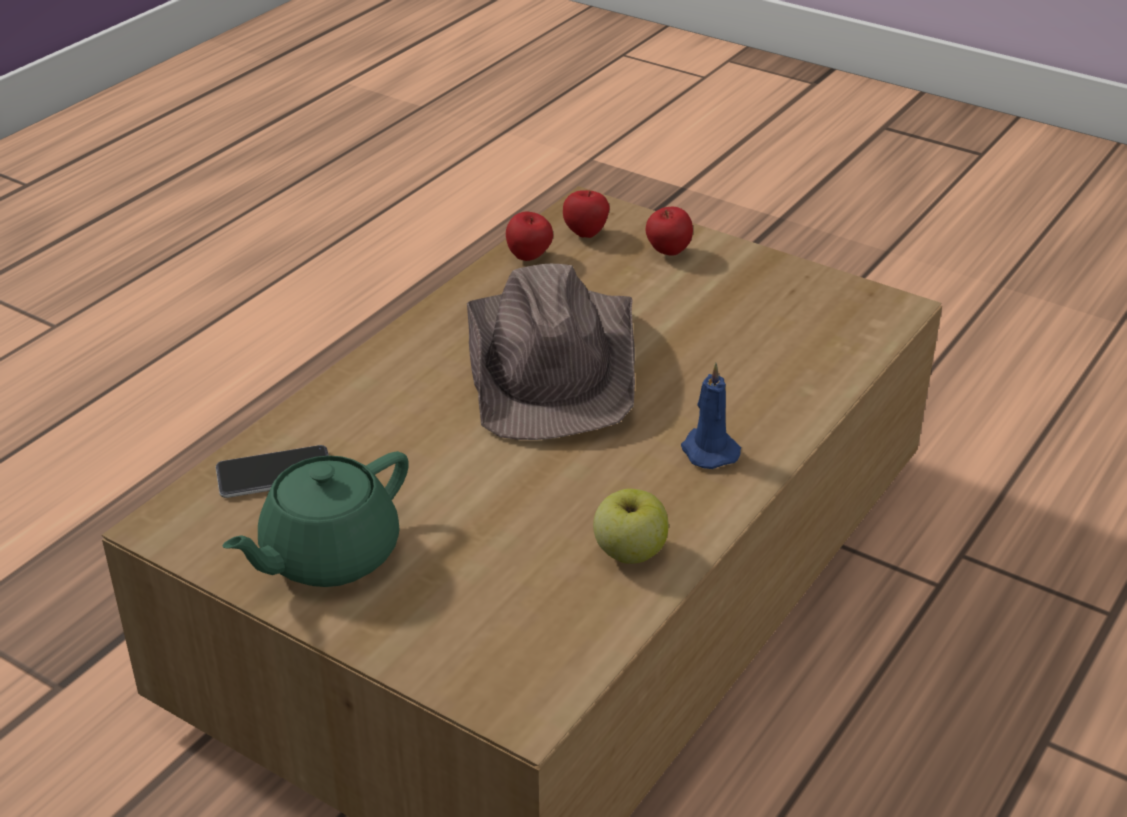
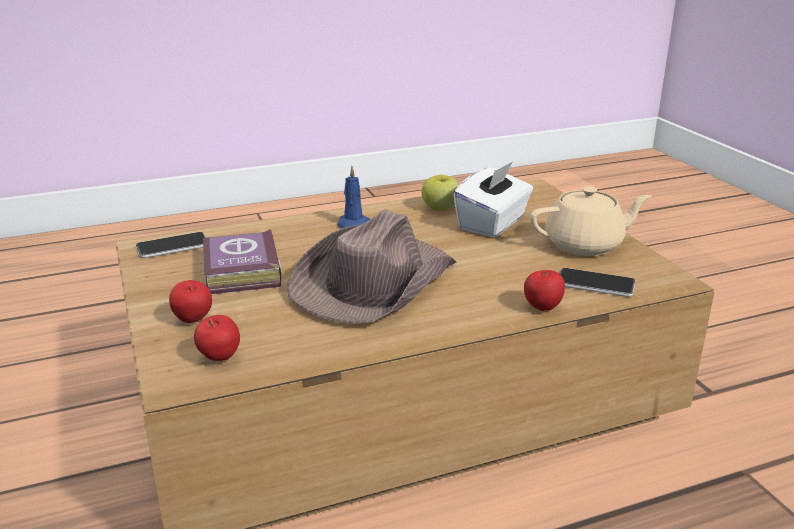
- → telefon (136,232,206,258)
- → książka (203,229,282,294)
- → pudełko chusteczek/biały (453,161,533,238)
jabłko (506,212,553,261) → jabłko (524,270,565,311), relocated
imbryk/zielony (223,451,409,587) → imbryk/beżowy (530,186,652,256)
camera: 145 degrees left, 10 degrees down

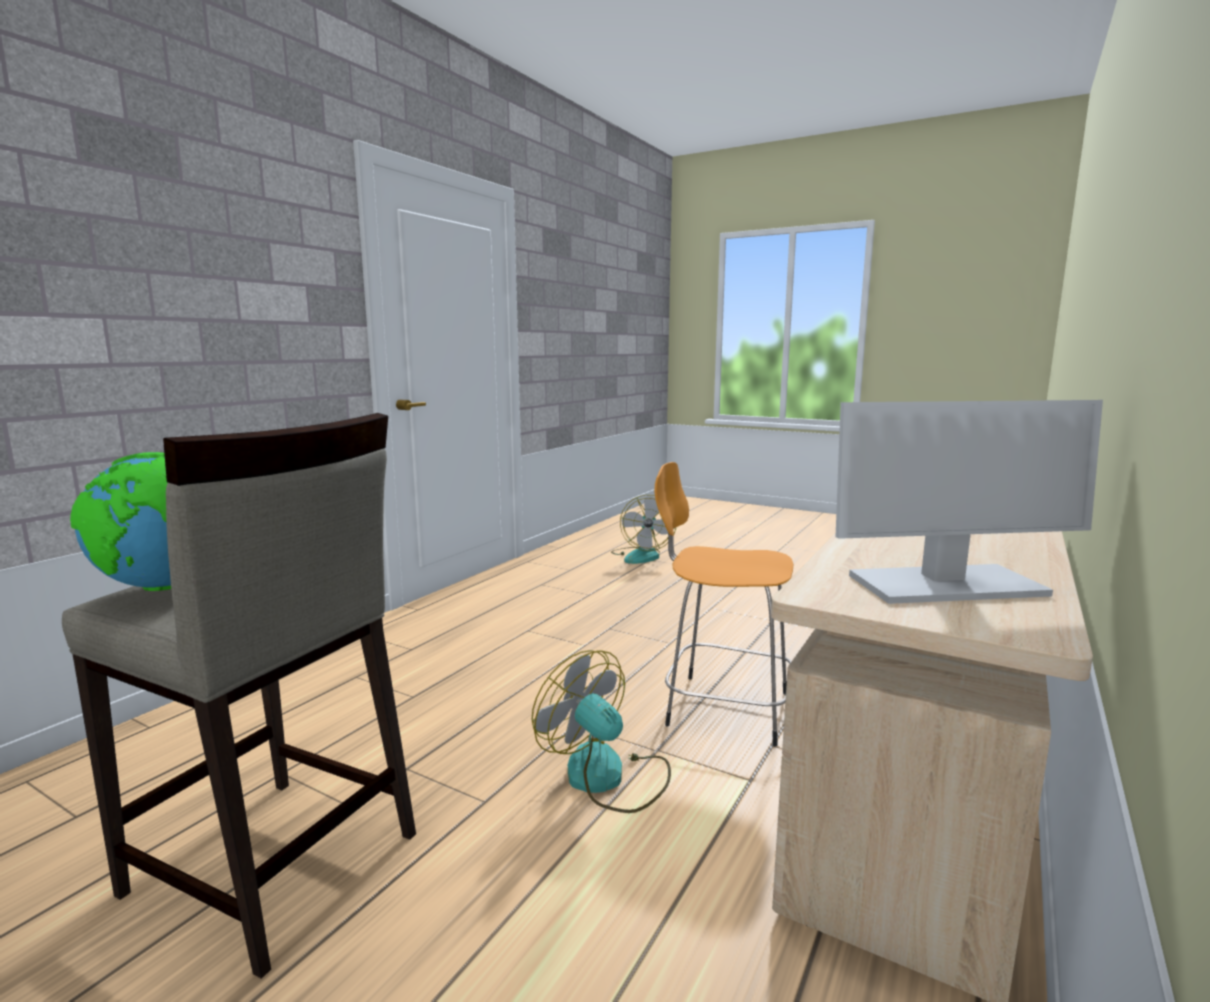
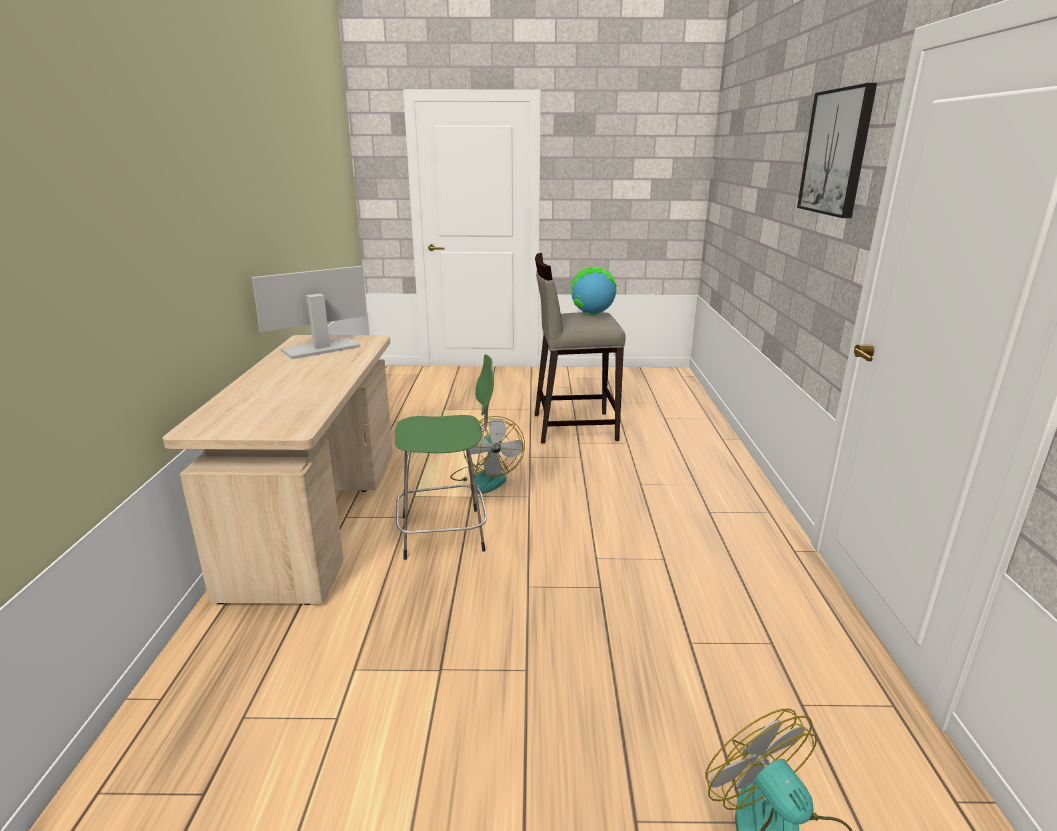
stołek/pomarańczowy (655,462,793,746) → stołek/zielony (395,354,494,560)
wentylator (531,650,671,813) → wentylator (450,416,525,494), 60 degrees clockwise
- → obraz (797,83,877,218)
camera: 150 degrees right, 10 degrees up

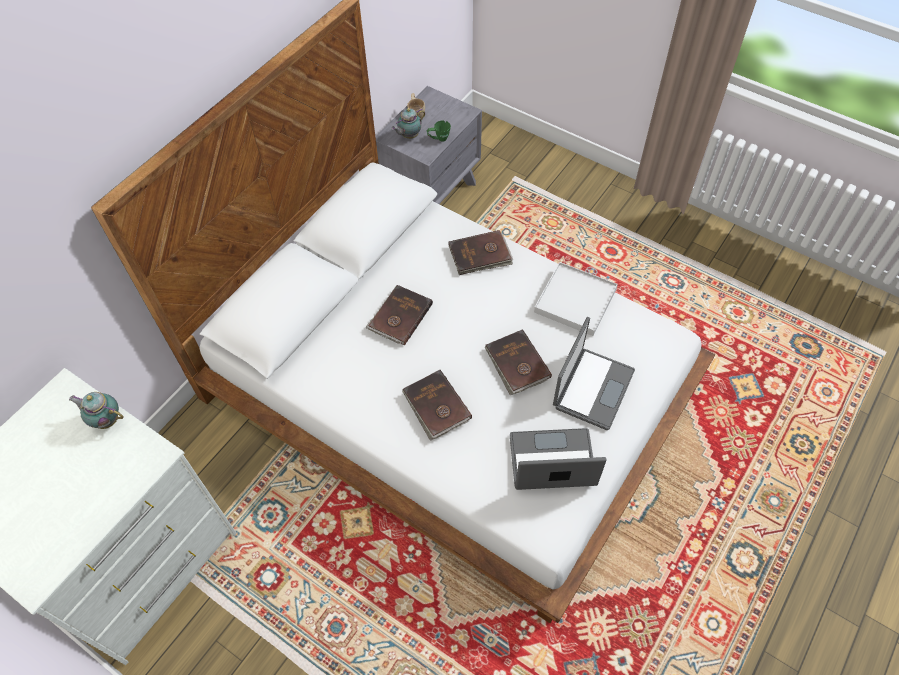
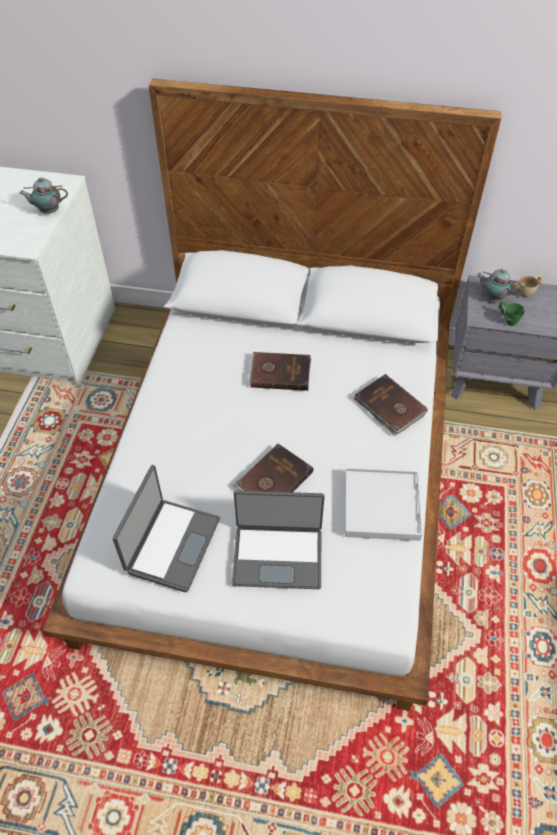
imbryk (69,392,124,429) → imbryk (19,177,68,214), 90 degrees counterclockwise
laptop (510,428,607,490) → laptop (113,465,220,592), 45 degrees clockwise
książka/brązowy (402,370,472,441) → -
camera: 65 degrees right, 5 degrees down

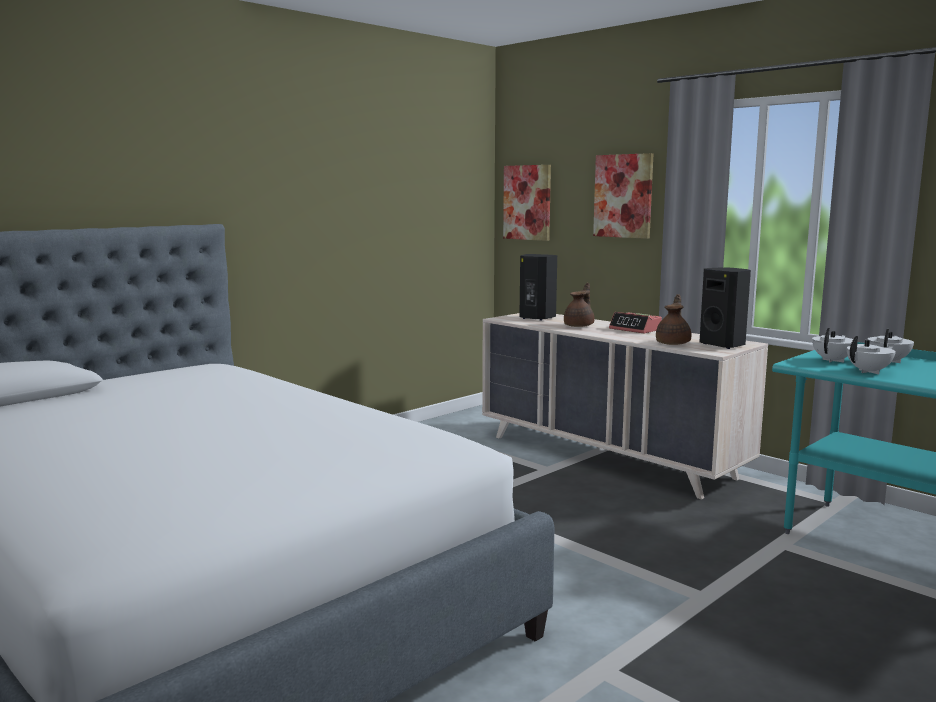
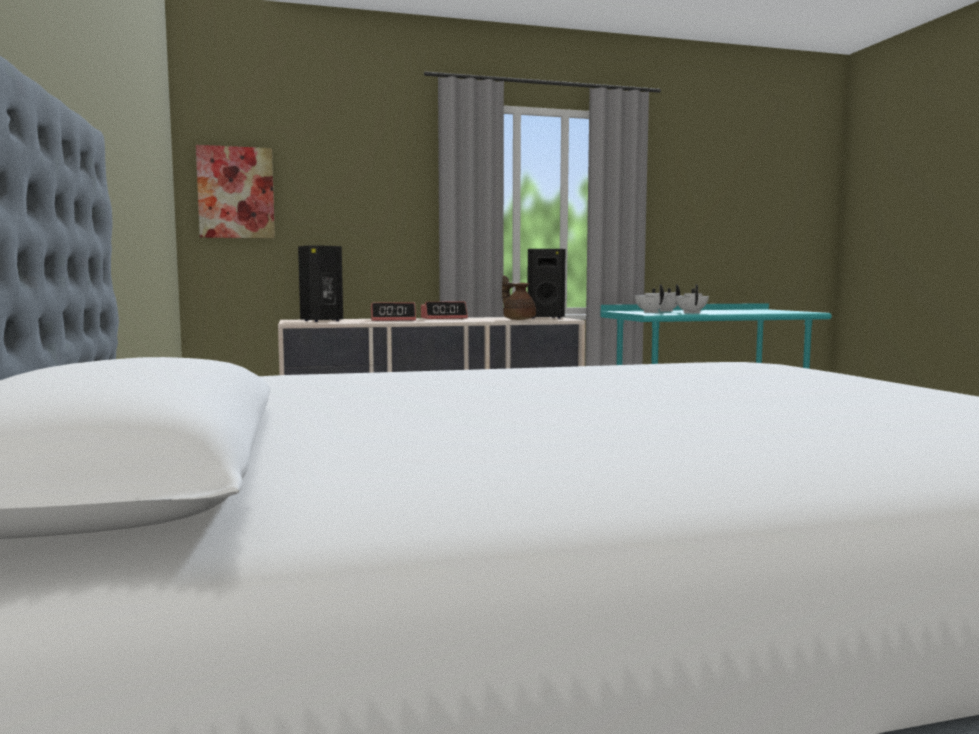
imbryk/brązowy (564,283,594,327) → budzik (371,302,416,321)
obraz (593,153,653,239) → -
camera: 60 degrees left, 5 degrees down

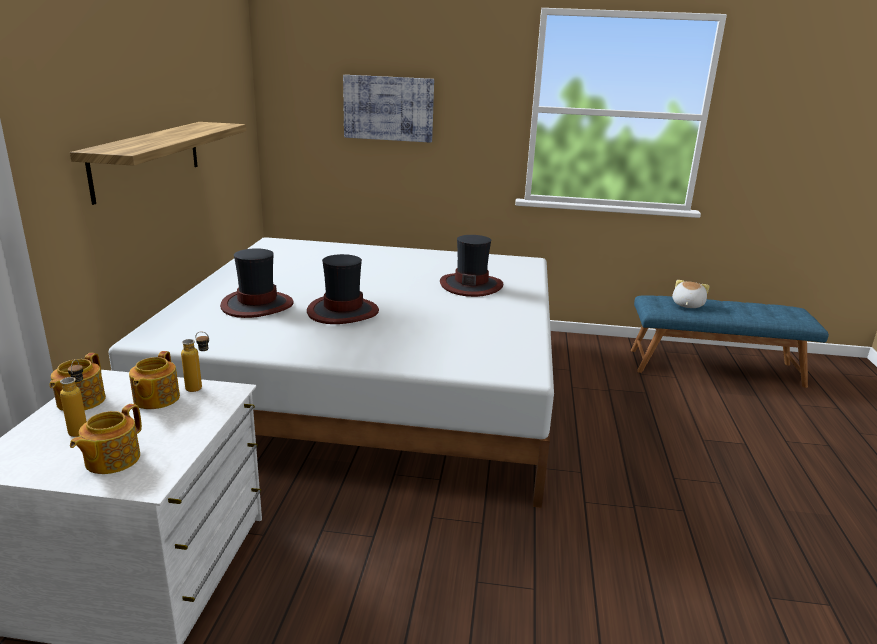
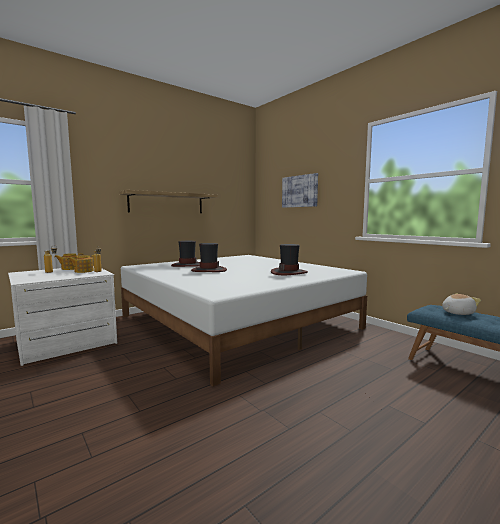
imbryk (70,404,142,474) → -
camera: 45 degrees right, 15 degrees down

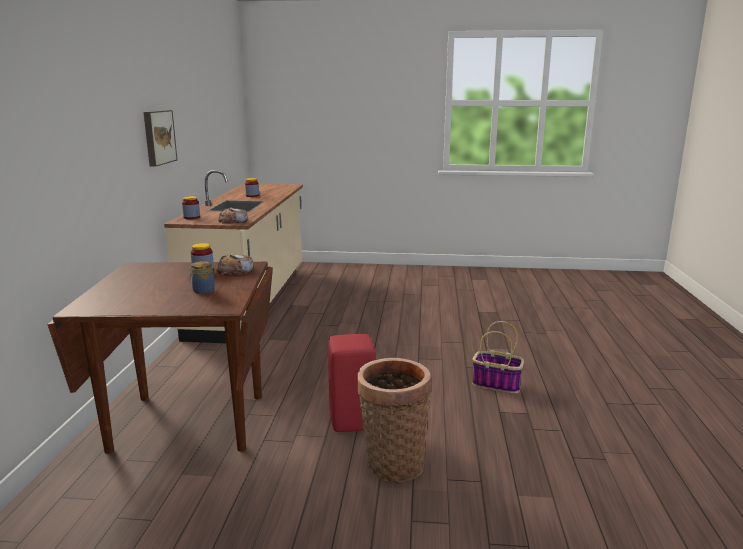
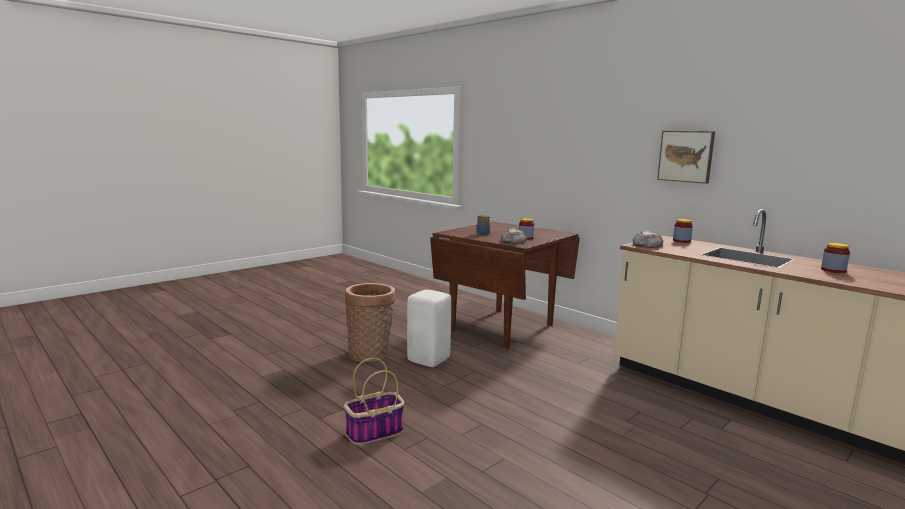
stołek/czerwony (328,334,376,432) → stołek/biały (407,290,451,367)
camera: 130 degrees right, 5 degrees down

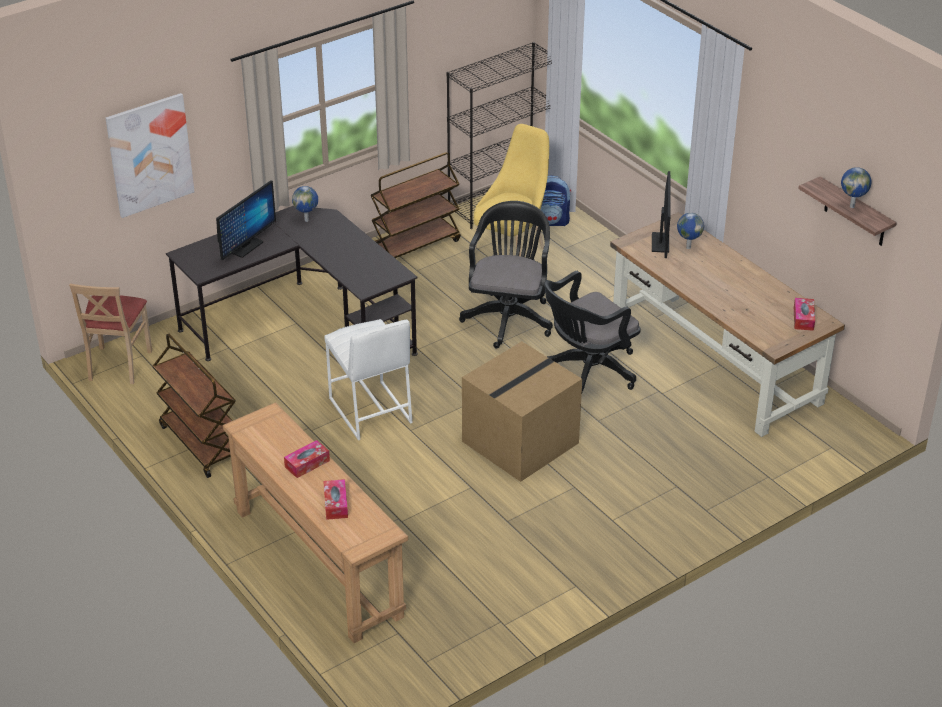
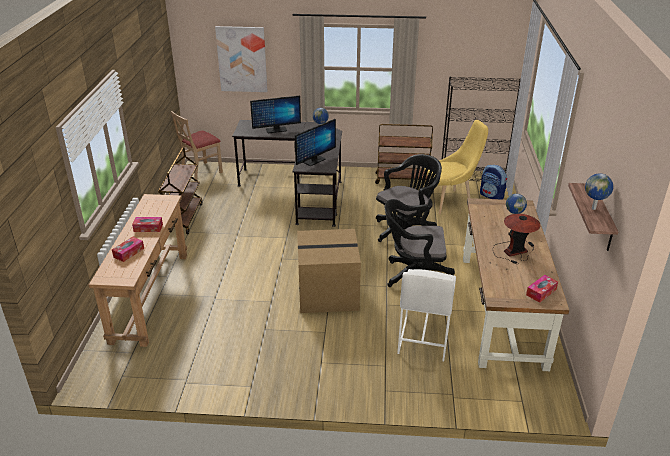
monitor (652,171,671,258) → monitor (295,119,336,166), relocated
stołek/biały (324,319,413,440) → stołek/biały (397,269,456,361), relocated
- → lampa stołowa (493,214,541,265)
camera: 40 degrees right, 5 degrees down

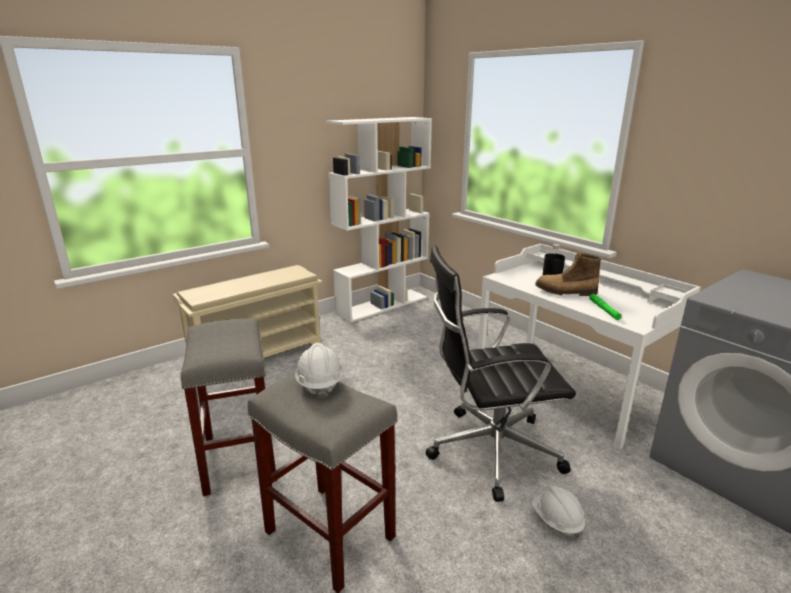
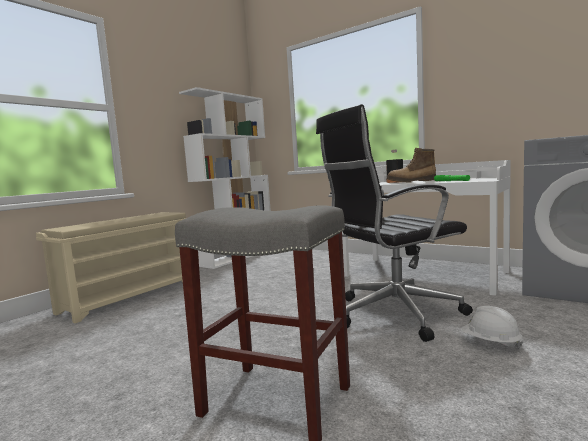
stołek/szary (181,319,277,496) → -
kask/biały (295,343,343,399) → -
camera: 15 degrees left, 15 degrees down

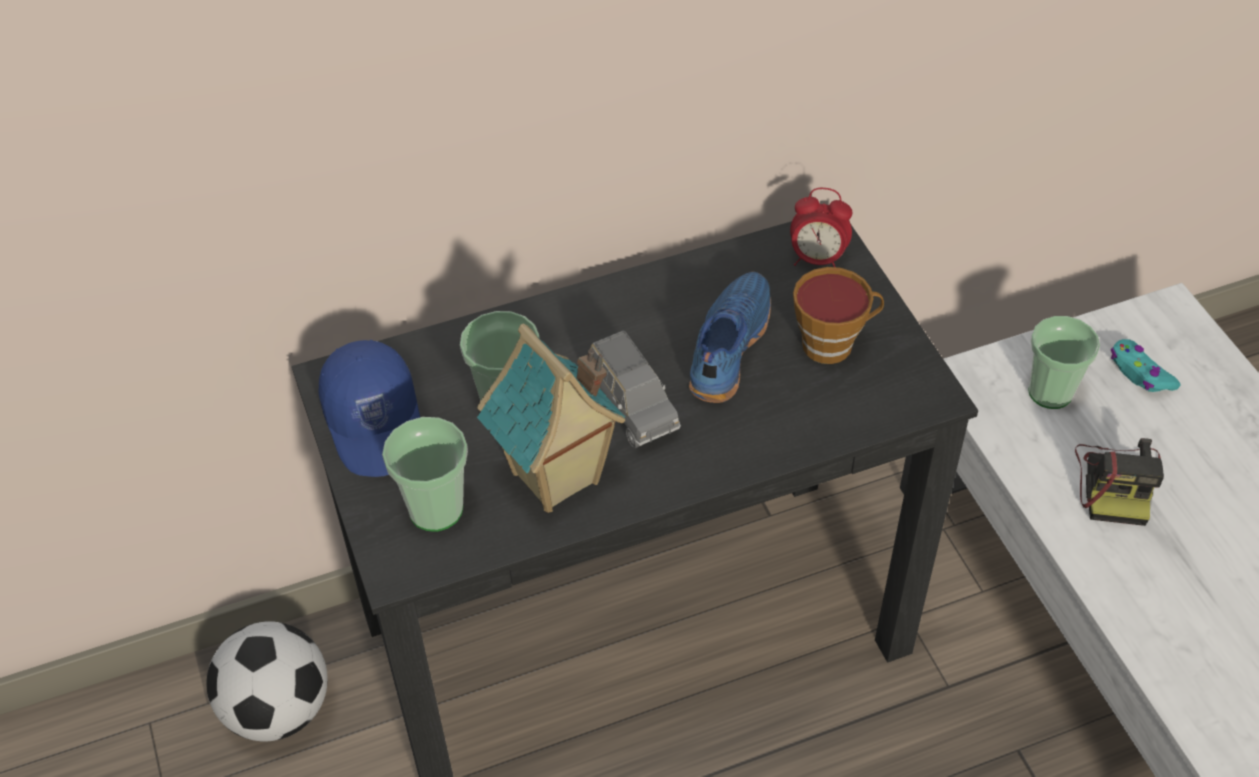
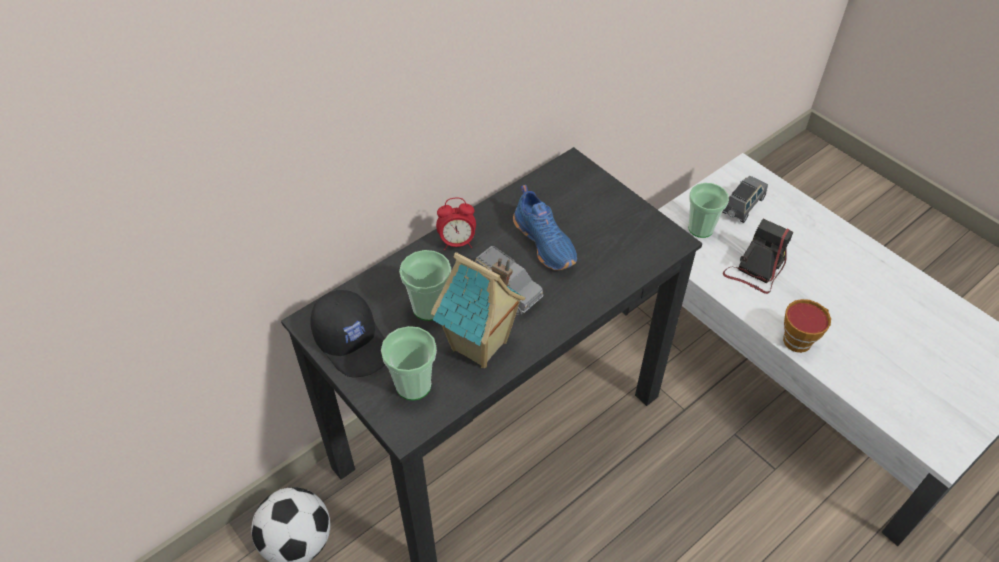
czapka z daszkiem/niebieski (319,340,420,477) → czapka z daszkiem/czarny (310,290,385,378)
budzik (790,188,852,267) → budzik (436,198,476,250), relocated
but/niebieski (689,272,771,403) → but/niebieski (513,185,577,271), 150 degrees clockwise
pad do gier/turkusowy (1111,339,1181,392) → samochodzik/szary (722,176,768,223)
aparat fotograficzny (1075,438,1164,526) → aparat fotograficzny (723,219,793,294), 135 degrees counterclockwise
filiżanka (793,267,884,364) → filiżanka (783,299,831,353), relocated
camera: 20 degrees left, 0 degrees up

